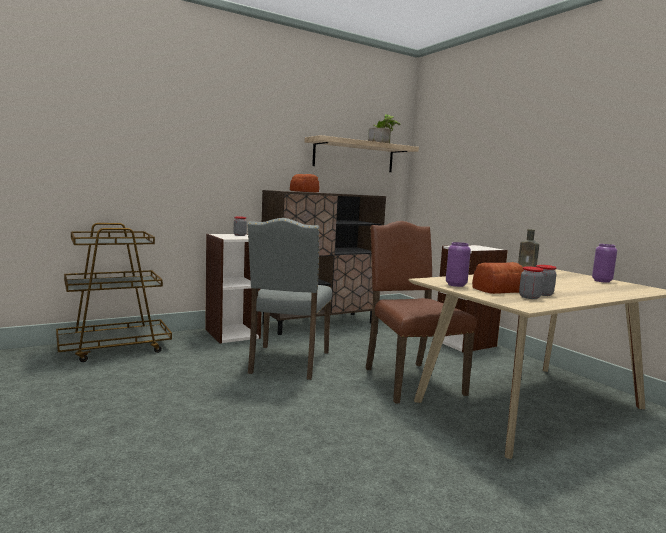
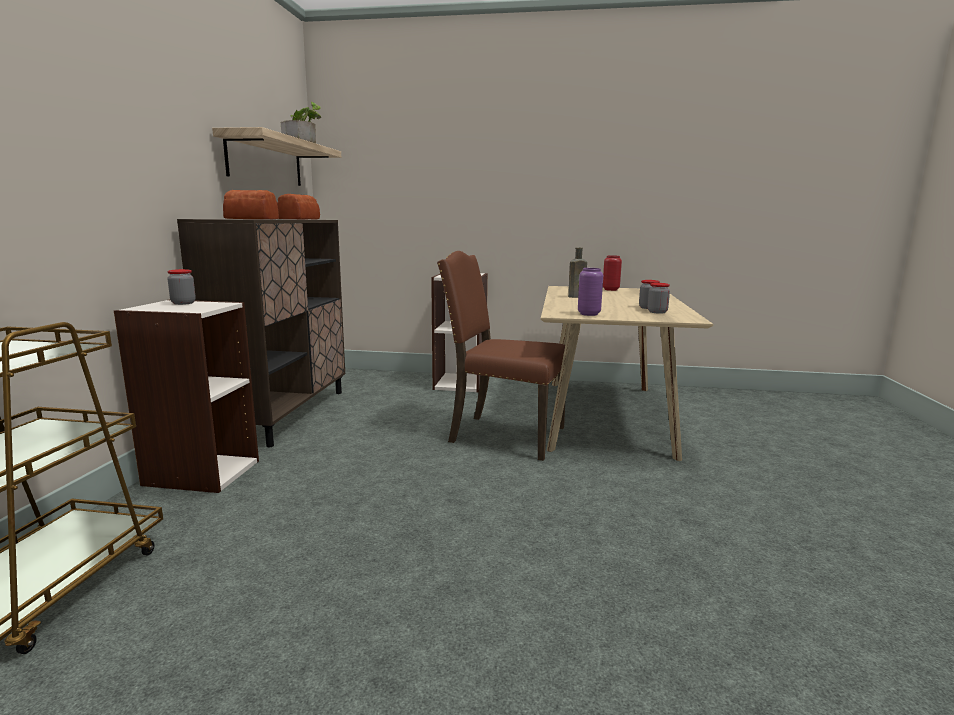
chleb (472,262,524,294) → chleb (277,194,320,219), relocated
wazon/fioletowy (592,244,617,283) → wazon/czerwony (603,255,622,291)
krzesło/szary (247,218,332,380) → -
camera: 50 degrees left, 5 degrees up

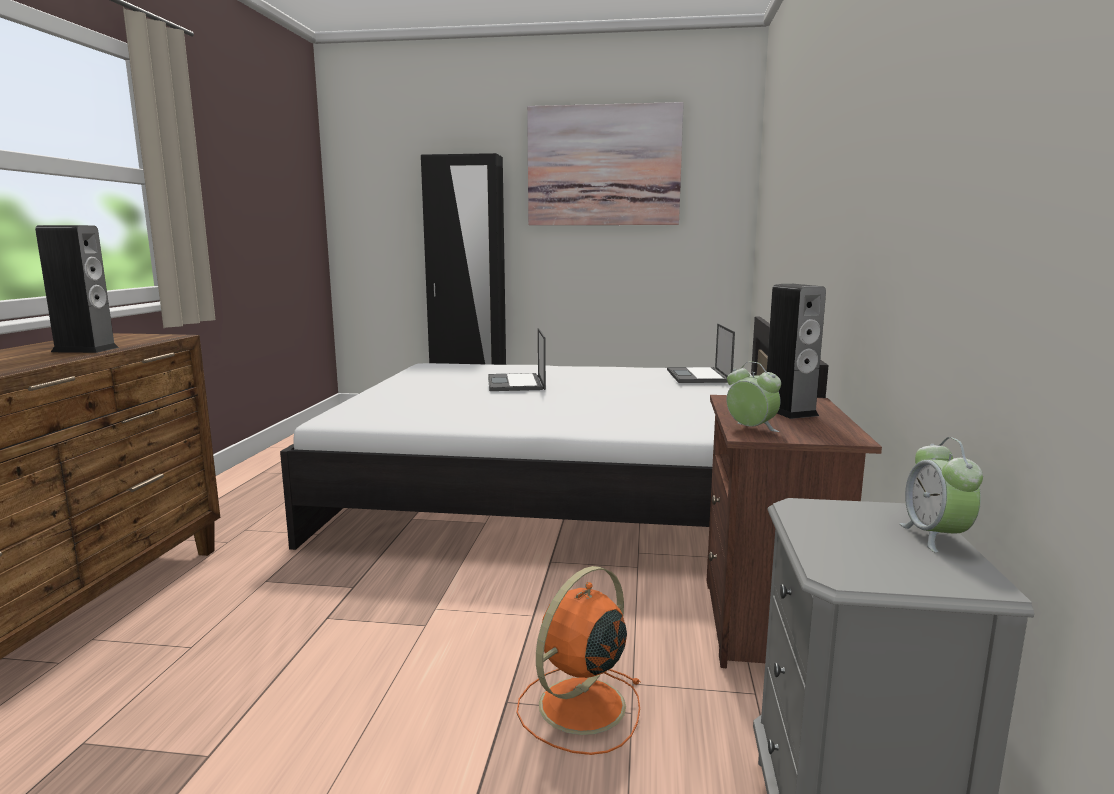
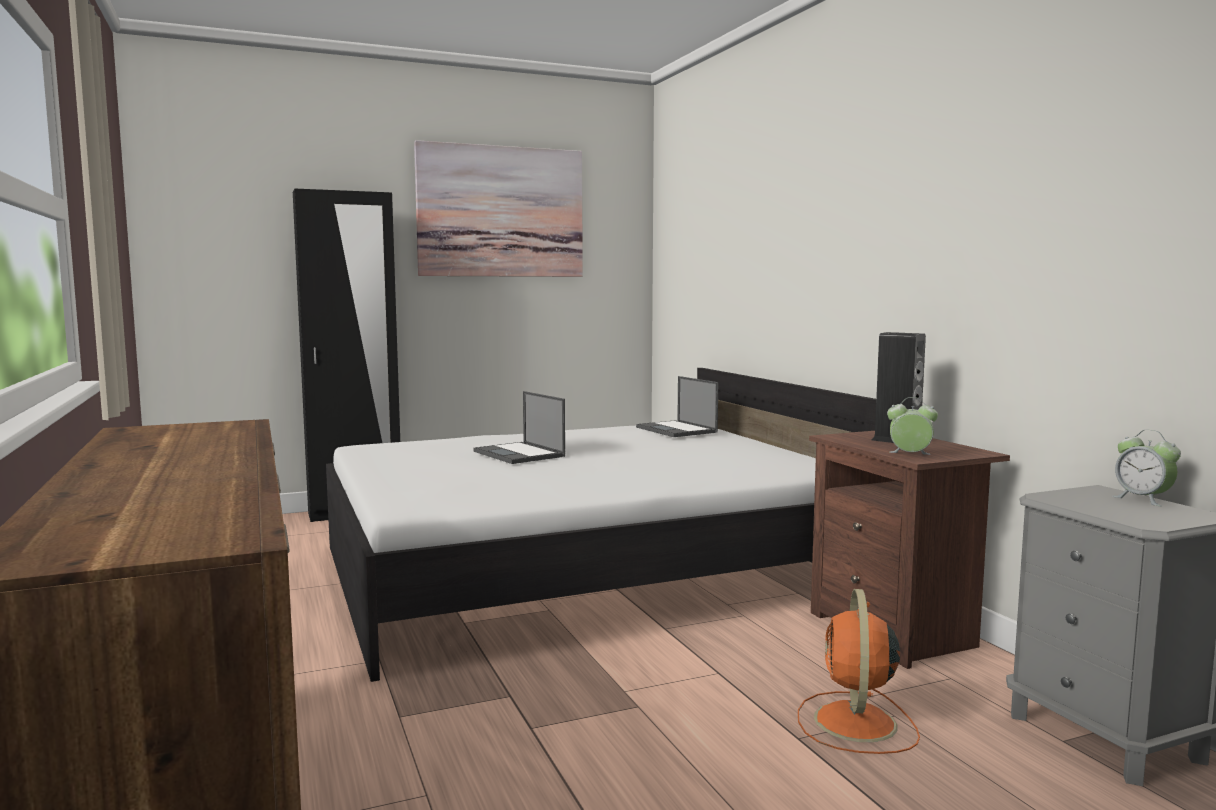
głośnik (35,225,119,353) → -
camera: 30 degrees left, 5 degrees down

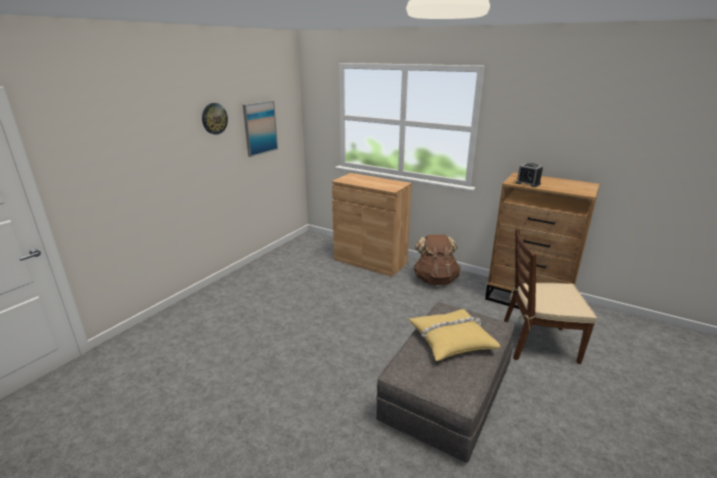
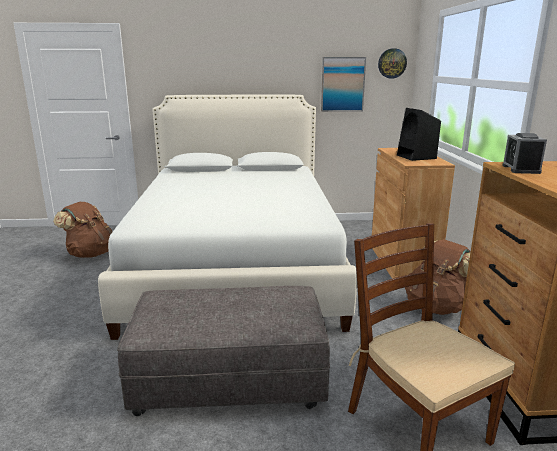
- → plecak/brązowy (53,202,113,258)
- → łóżko/biały (98,94,357,340)
zegar ścienny (202,103,228,135) → zegar ścienny (378,48,407,79), relocated
- → głośnik/czarny (397,108,441,161)
poduszka/żółty (409,309,501,361) → -
camera: 55 degrees right, 5 degrees down

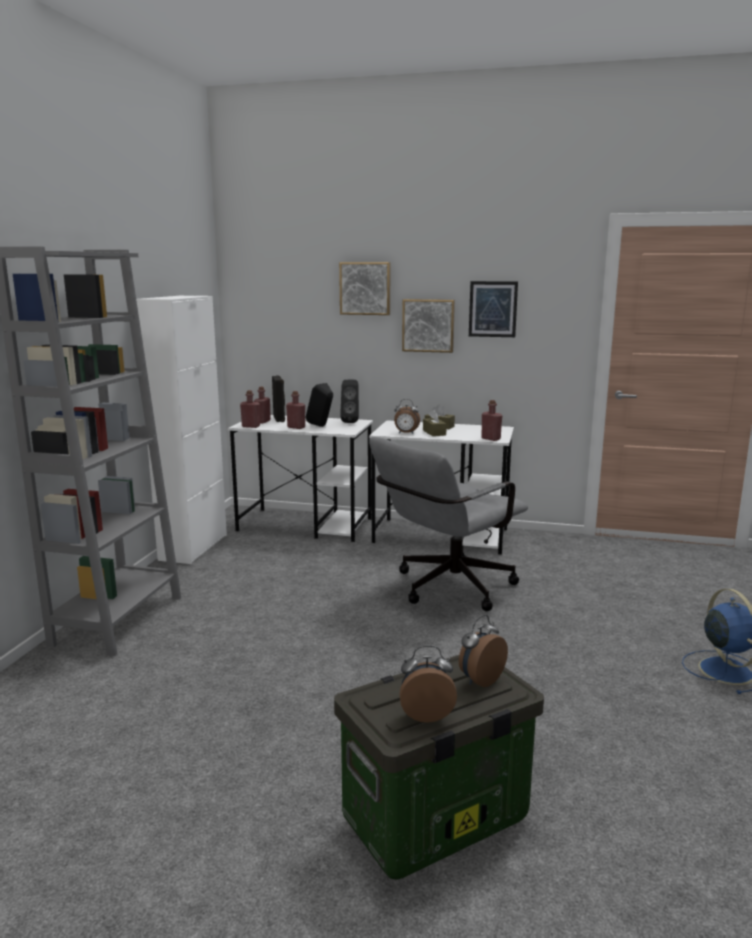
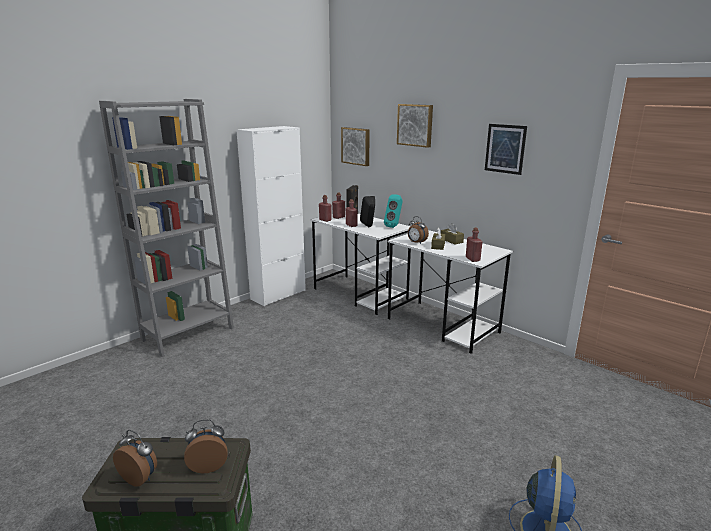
obraz (402,299,455,353) → obraz (341,127,370,166), relocated
głośnik/czarny (340,379,359,423) → głośnik/turkusowy (384,194,403,228)
krzesło biurowe/szary (369,437,528,611) → -
camera: 30 degrees right, 5 degrees up

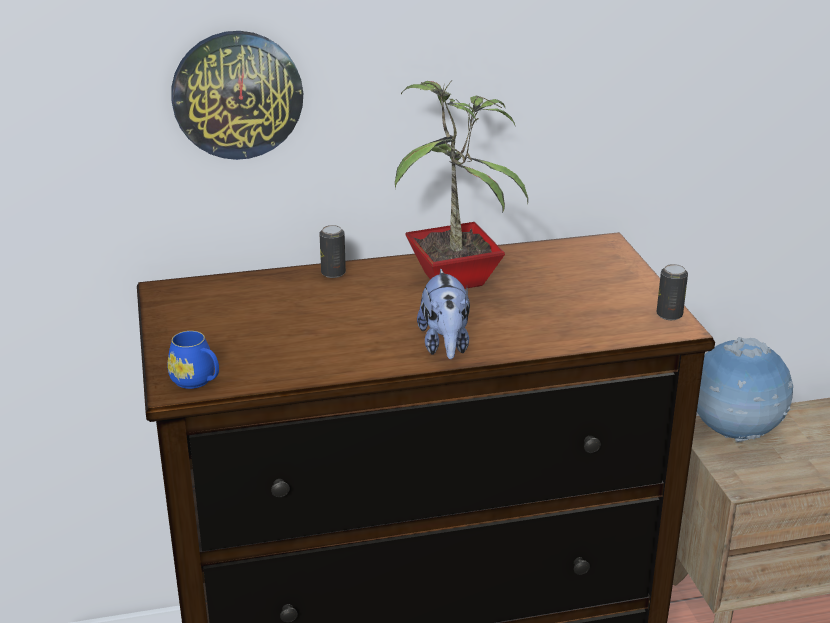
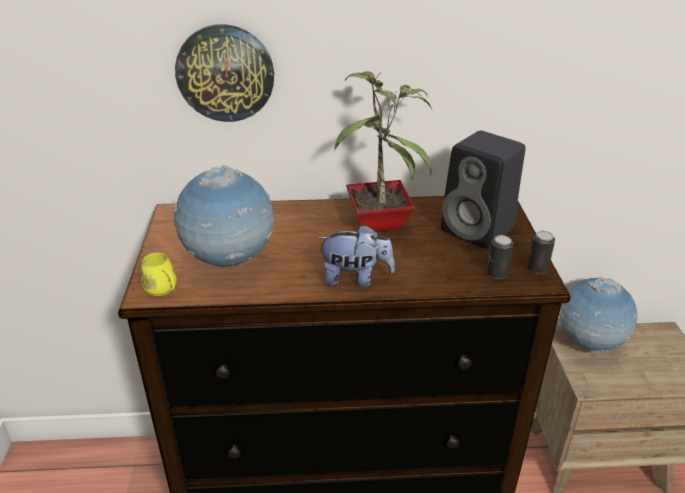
kubek/niebieski (167,331,219,389) → kubek/żółty (140,252,177,296)
- → globus (173,165,275,267)
pluszak (417,269,470,359) → pluszak (317,225,395,287), 90 degrees counterclockwise
- → głośnik/czarny (441,131,525,249)
puszka (319,225,346,278) → puszka (487,235,513,279), relocated
camera: 10 degrees right, 5 degrees up

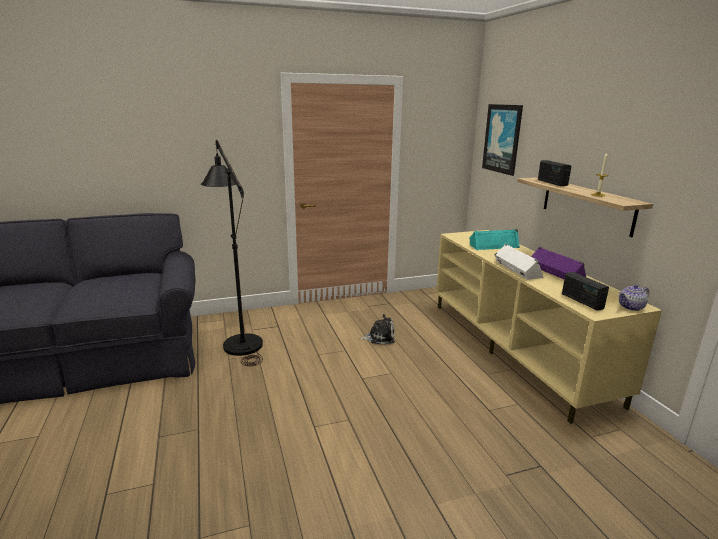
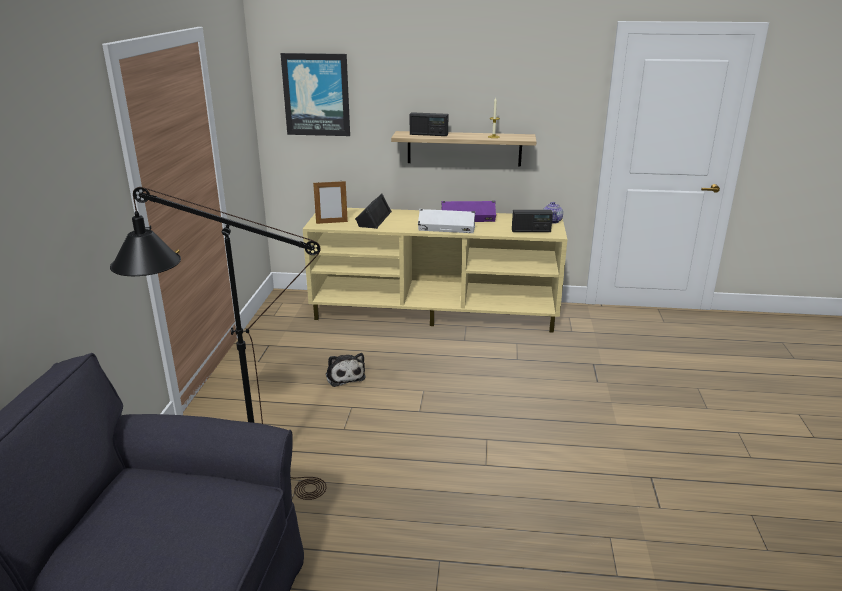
- → ramka na zdjęcie (313,180,348,224)
pluszak (359,314,395,345) → pluszak (326,353,366,387), 135 degrees clockwise
głośnik/turkusowy (469,229,520,250) → głośnik/czarny (355,193,392,229)
camera: 65 degrees left, 5 degrees up

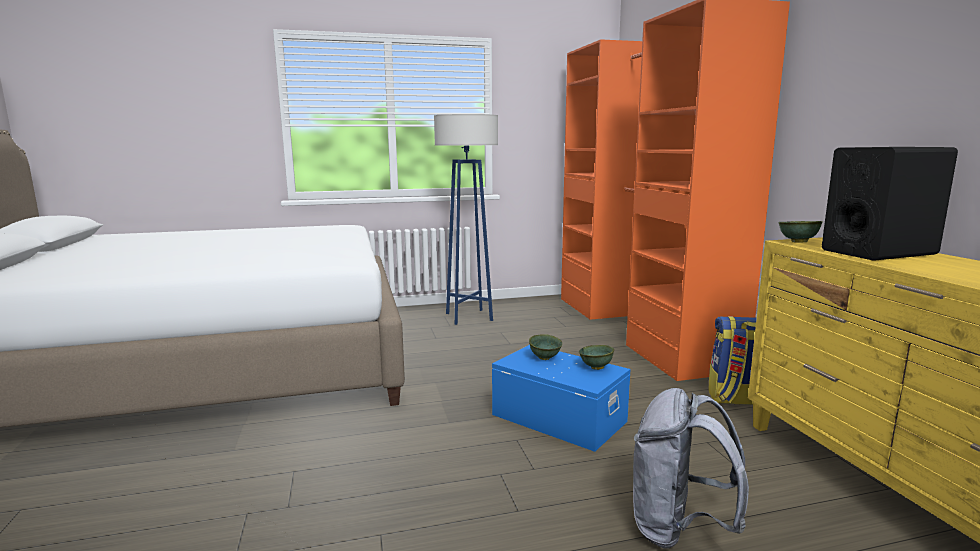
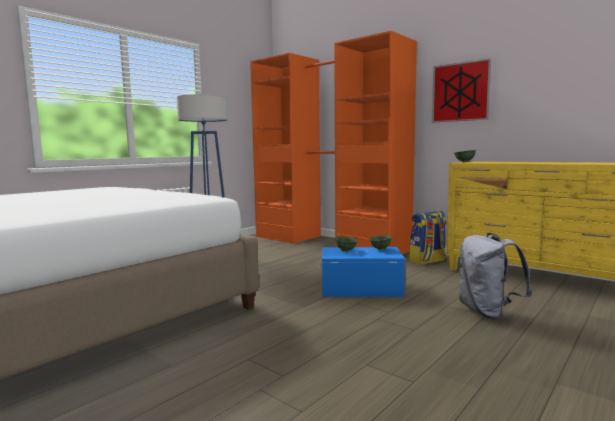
- → obraz (432,58,491,122)
głośnik/czarny (822,147,958,261) → -
camera: 35 degrees left, 5 degrees down

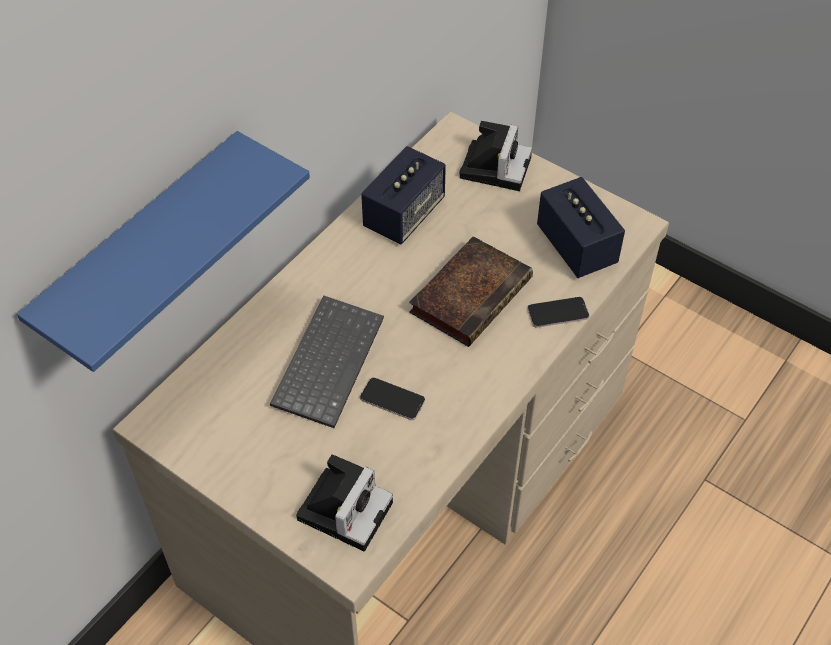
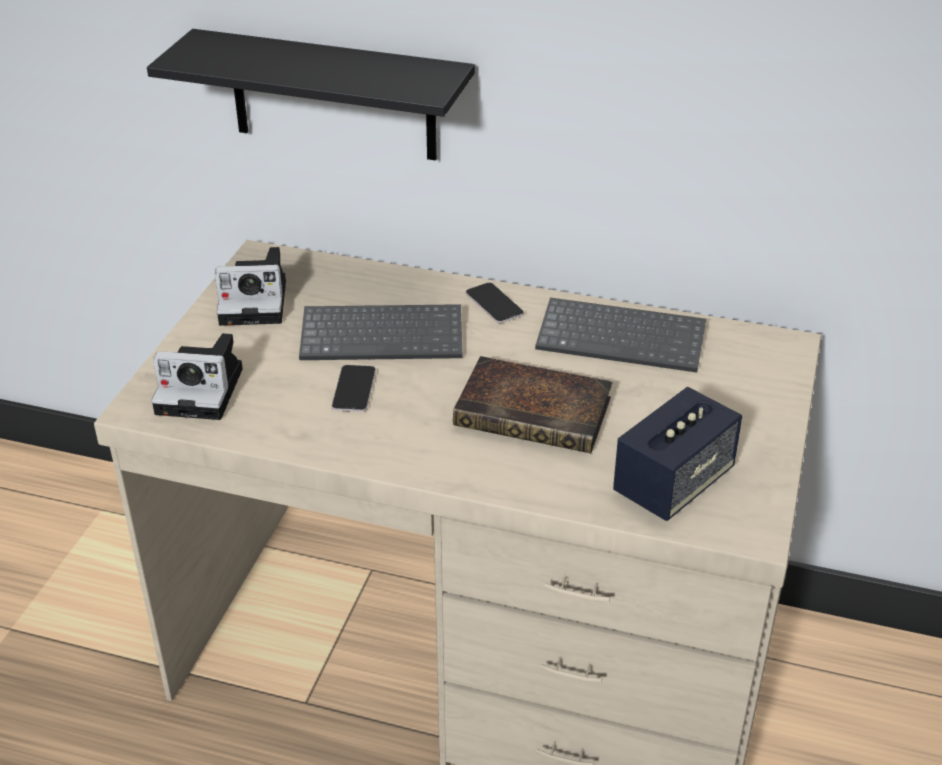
półka/niebieski (17,131,310,372) → półka/czarny (147,29,475,161)
aparat fotograficzny (459,121,532,191) → aparat fotograficzny (215,247,286,326), relocated
telefon (527,297,589,328) → telefon (466,282,524,323), relocated
głośnik (361,146,446,245) → klawiatura (535,298,706,372)
camera: 70 degrees right, 15 degrees down

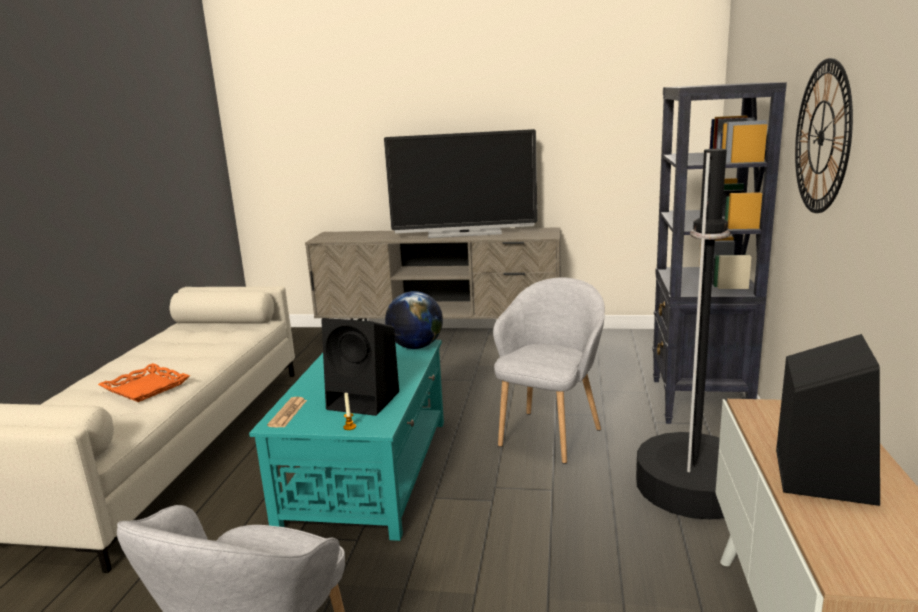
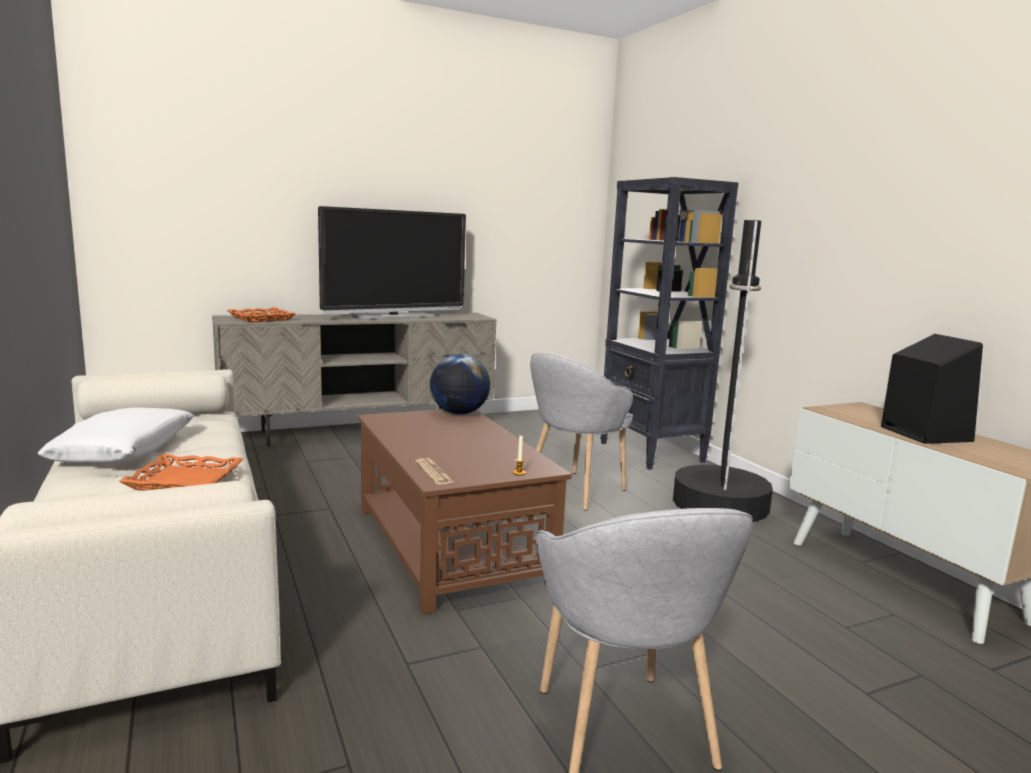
- → poduszka/biały (38,407,194,463)
- → taca/pomarańczowy (227,307,296,322)
ława/turkusowy (249,340,444,541) → ława/brązowy (357,409,572,615)
fotel/szary (493,277,605,464) → fotel/szary (530,352,633,511), 135 degrees counterclockwise
głośnik/czarny (321,318,399,416) → -
zegar ścienny (795,58,853,213) → -
camera: 35 degrees left, 5 degrees down

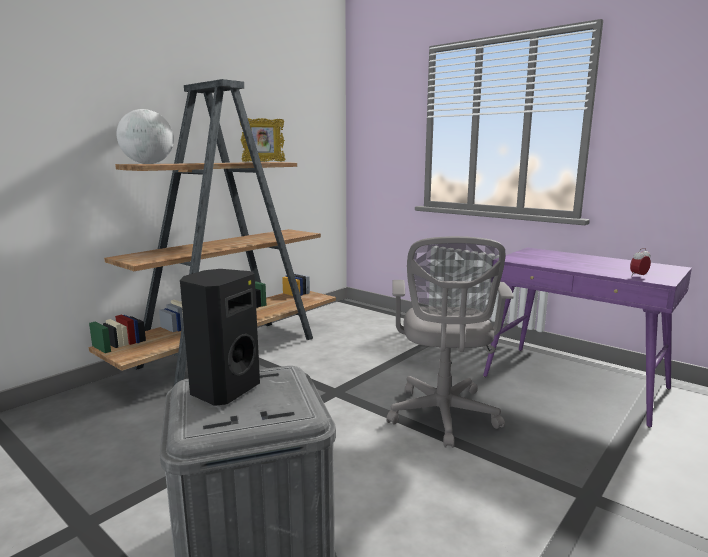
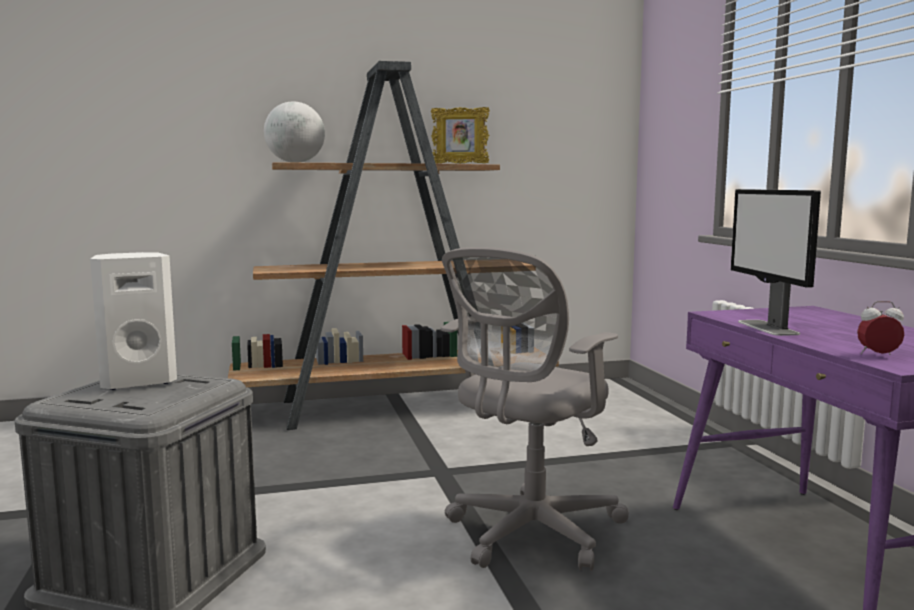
głośnik/czarny (180,269,260,406) → głośnik/biały (90,252,177,390)
- → monitor (731,189,821,336)
camera: 35 degrees right, 5 degrees down

